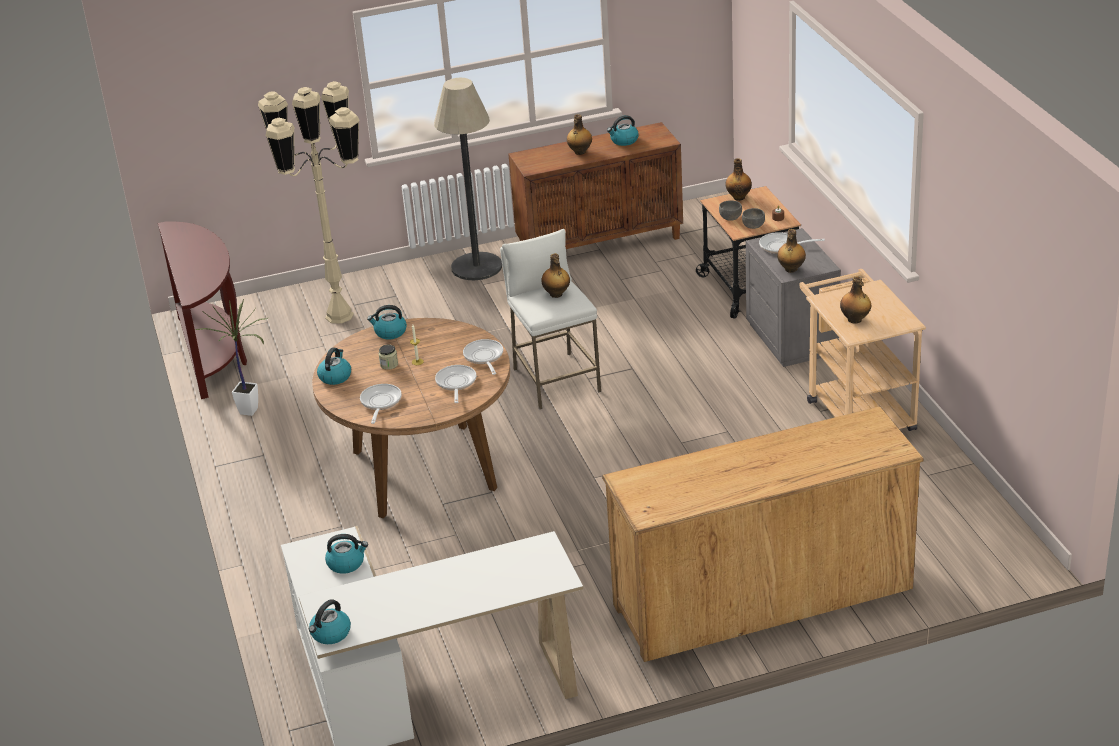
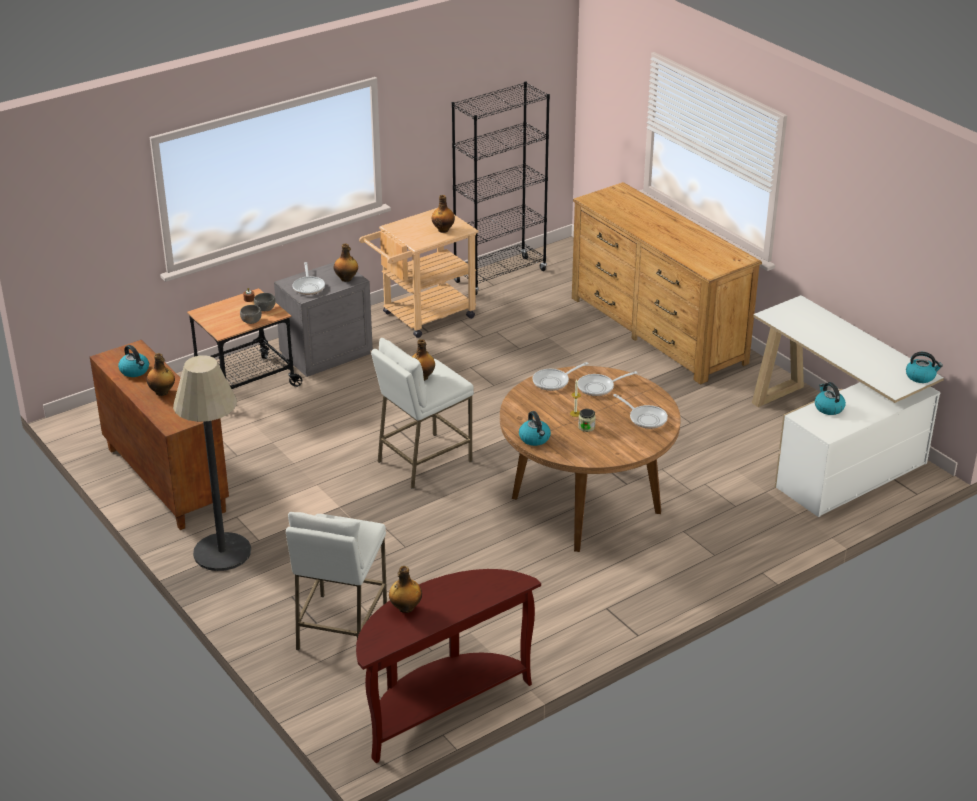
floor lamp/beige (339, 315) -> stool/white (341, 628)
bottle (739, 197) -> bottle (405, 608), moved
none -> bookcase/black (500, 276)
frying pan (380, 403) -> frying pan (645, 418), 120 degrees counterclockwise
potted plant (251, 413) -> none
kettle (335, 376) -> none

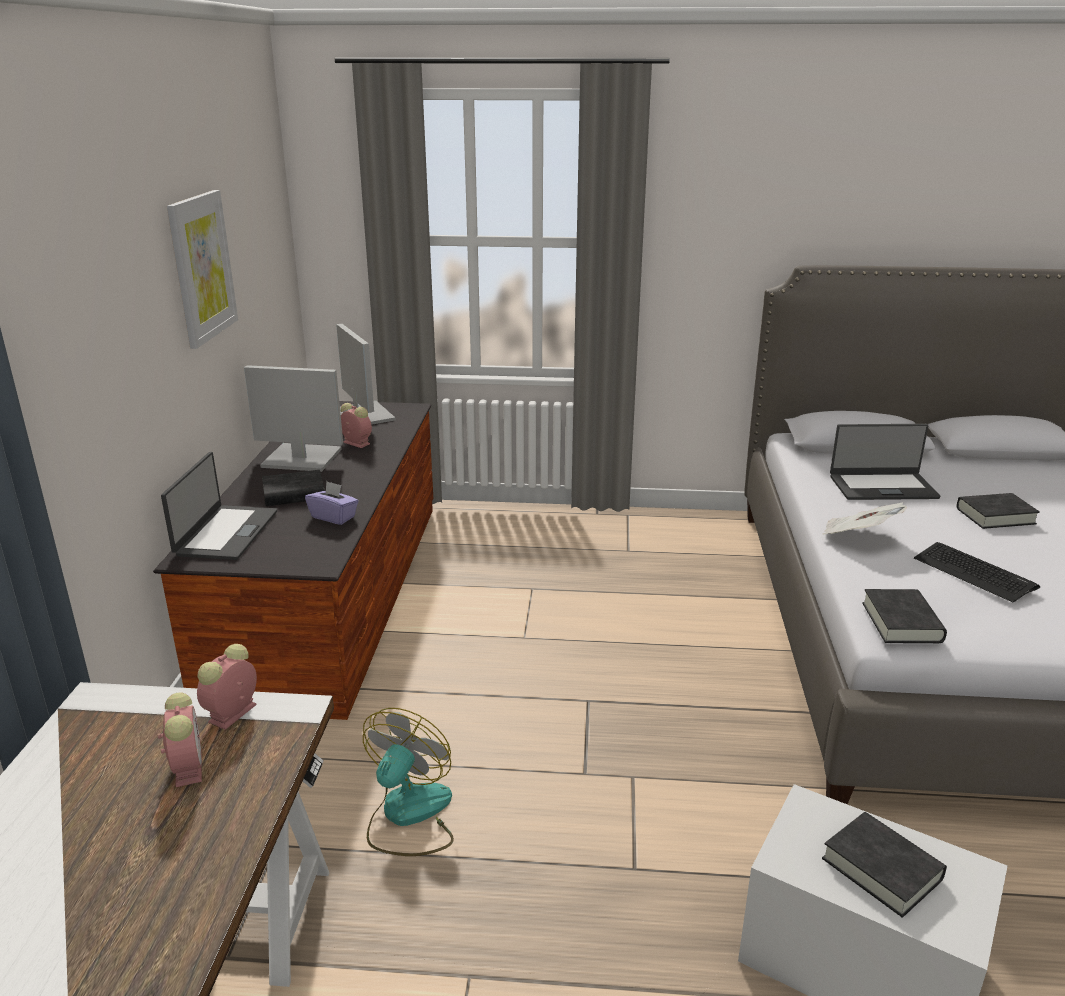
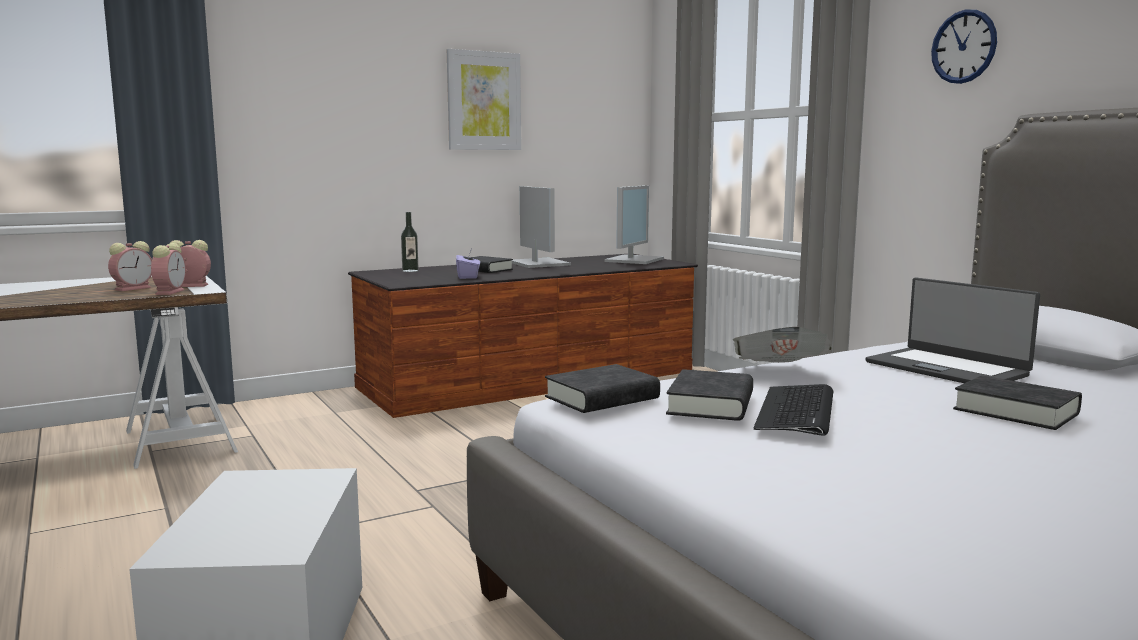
alarm clock (355, 443) -> alarm clock (170, 292), moved
laptop (225, 533) -> bottle (410, 270)
book/black (881, 869) -> book/black (711, 404), moved
none -> wall clock (964, 47)
fan (408, 816) -> none

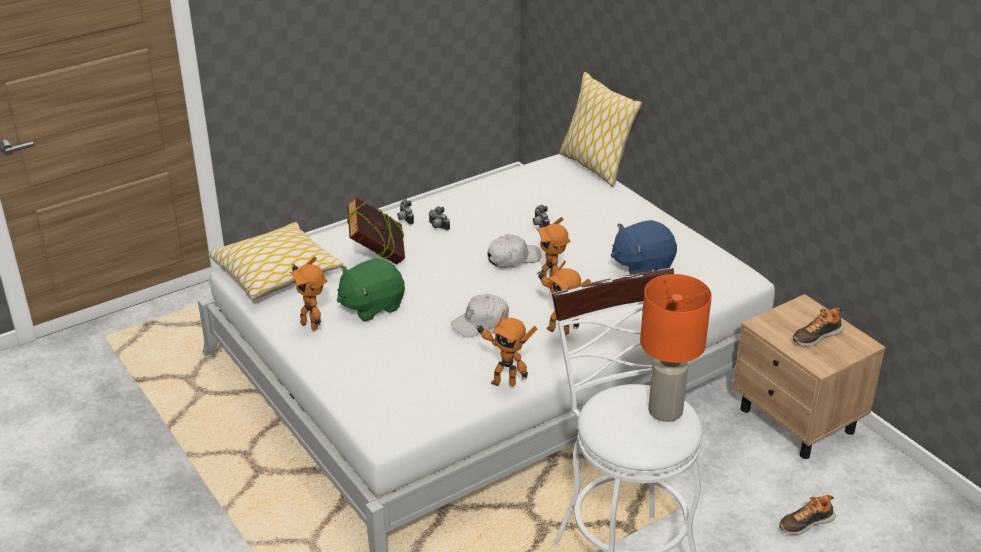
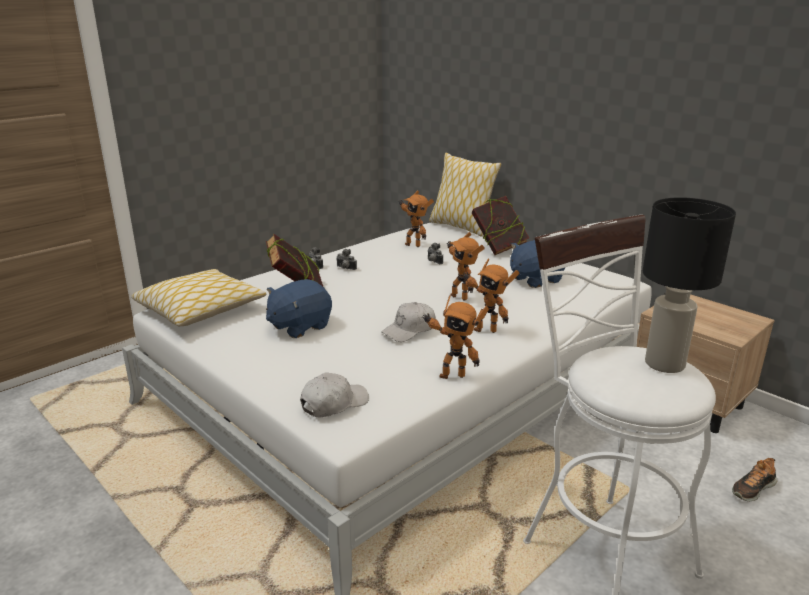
plush toy/green (371, 306) -> plush toy/blue (299, 326)
cap/white (513, 258) -> cap/white (334, 403), moved
toy robot (311, 324) -> toy robot (413, 245), moved
none -> book (498, 249)
table lamp/orange (666, 411) -> table lamp/black (666, 364)
shoe (816, 336) -> none

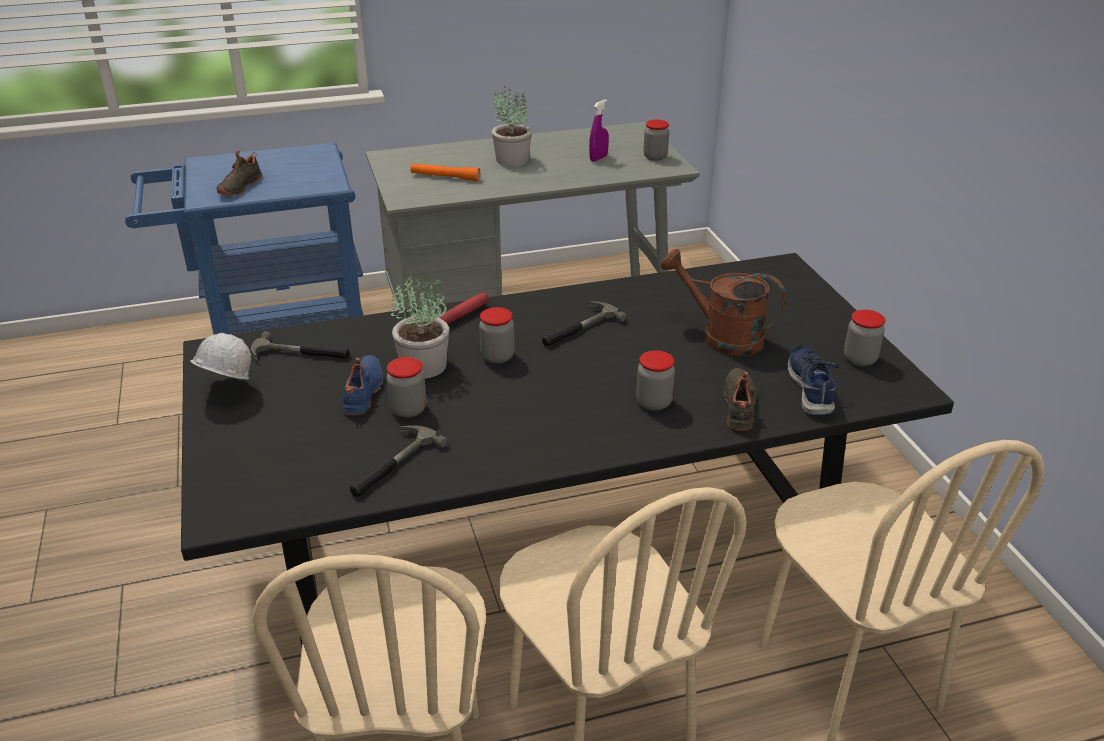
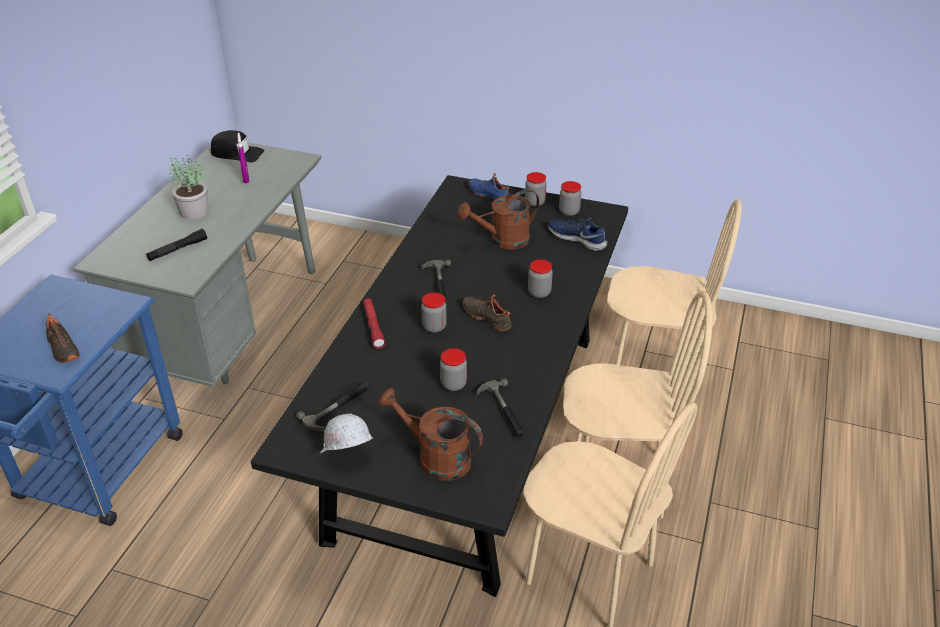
flashlight/orange (445, 177) -> flashlight/black (177, 250)
none -> cap/black (237, 153)
none -> watering can/brown (435, 458)
shoe/black (740, 406) -> shoe/black (488, 317), moved
shoe/blue (365, 392) -> shoe/blue (490, 194), moved
jar (655, 157) -> jar (535, 202), moved
potted plant (424, 365) -> none

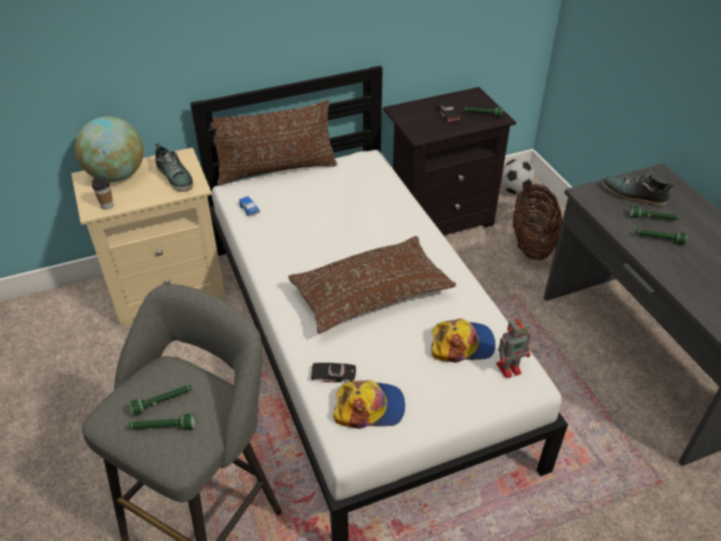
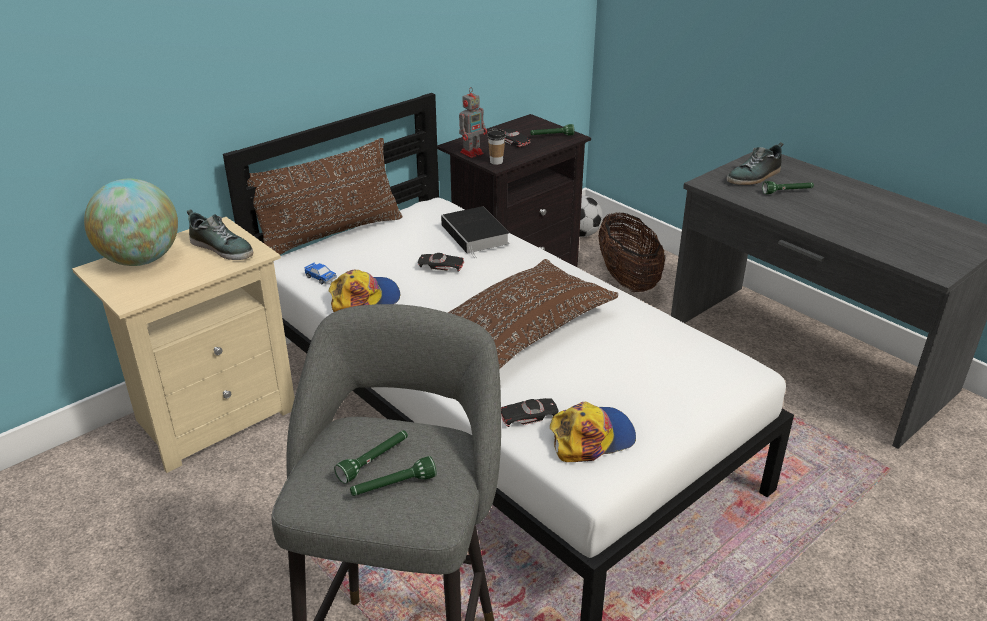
cap (462, 344) -> cap (364, 299), moved
none -> toy car/black (441, 265)
none -> book (476, 235)
toy robot (509, 368) -> toy robot (472, 152), moved
cup (107, 206) -> cup (496, 162), moved
shoe (633, 195) -> shoe (754, 176), 45 degrees counterclockwise
flashlight/green (659, 239) -> none

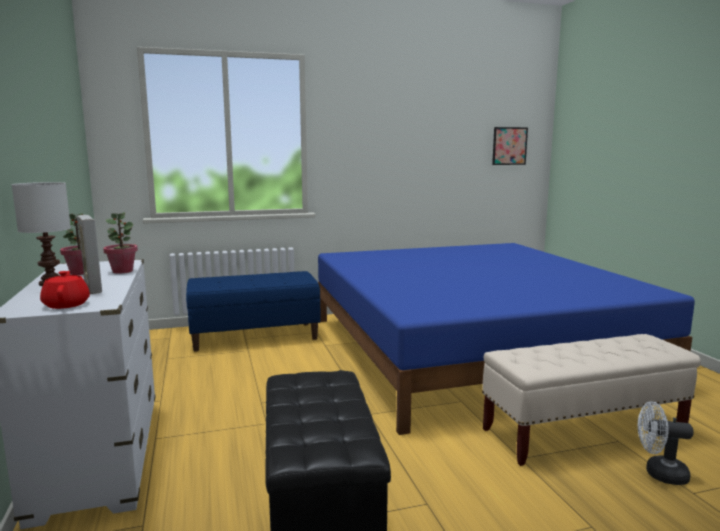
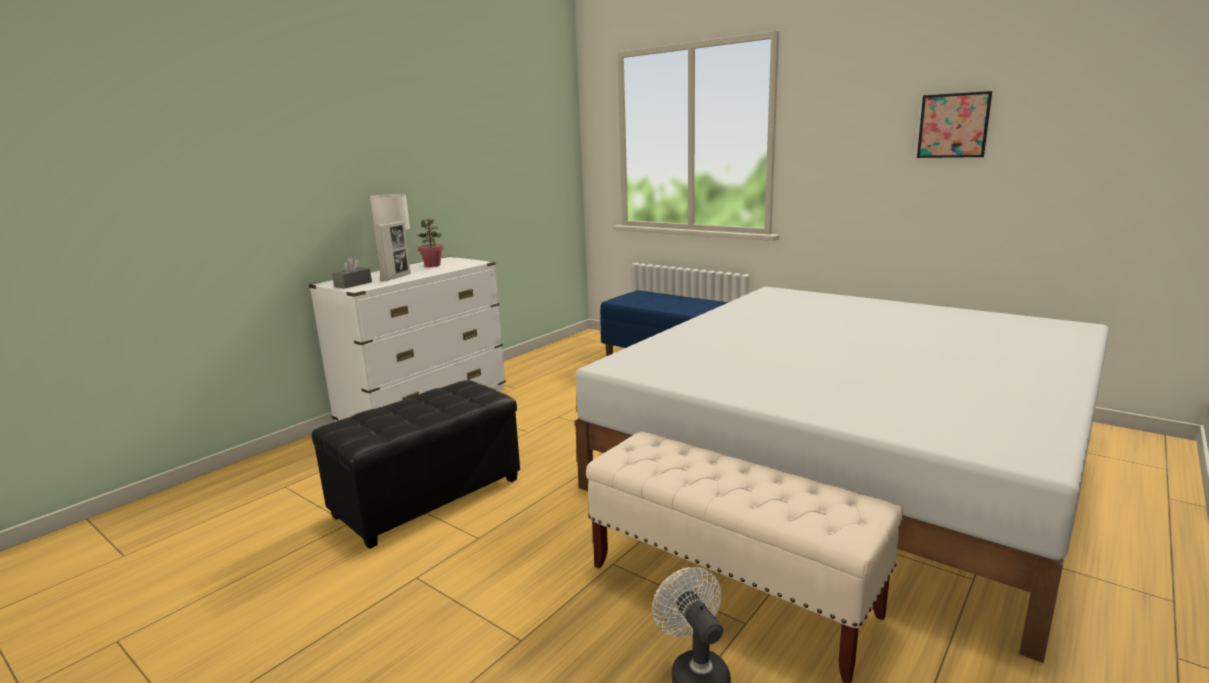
teapot/red (67, 304) -> tissue box/grey (353, 284)
bed/blue (471, 350) -> bed/white (848, 458)
picture (509, 146) -> picture (953, 125), moved
potted plant (122, 271) -> none

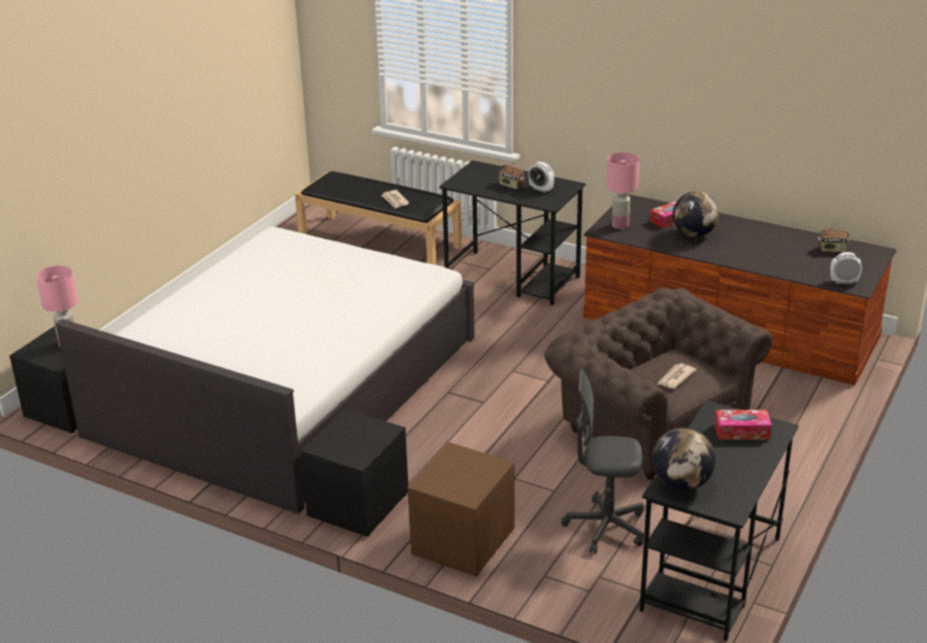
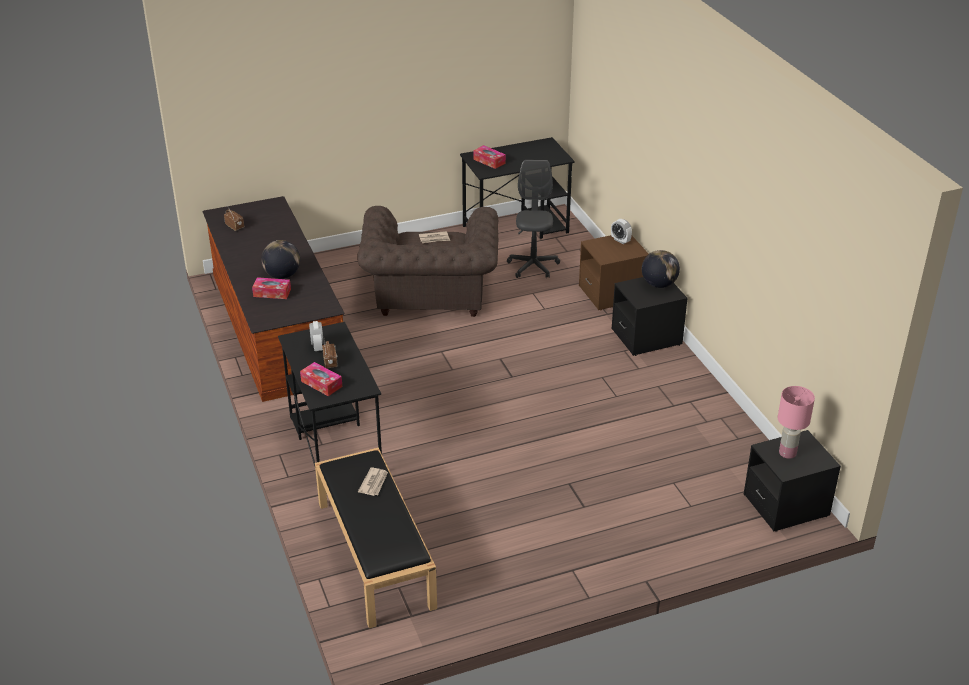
none -> tissue box (321, 384)
office chair/grey (605, 527) -> office chair/grey (533, 266), 135 degrees counterclockwise
alarm clock (844, 282) -> alarm clock (620, 240), moved
globe (681, 484) -> globe (659, 284), moved
bed/white (285, 385) -> none
table lamp/pink (620, 226) -> none

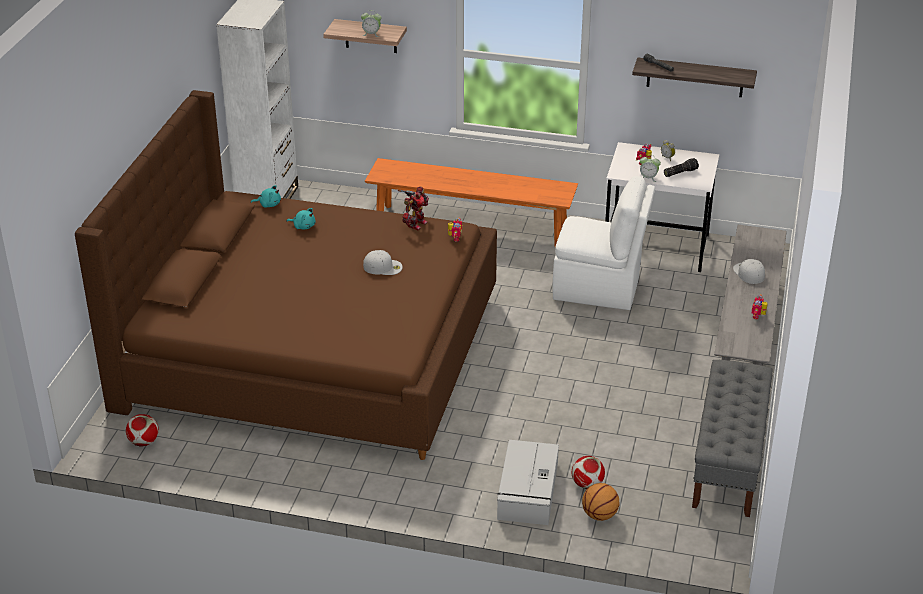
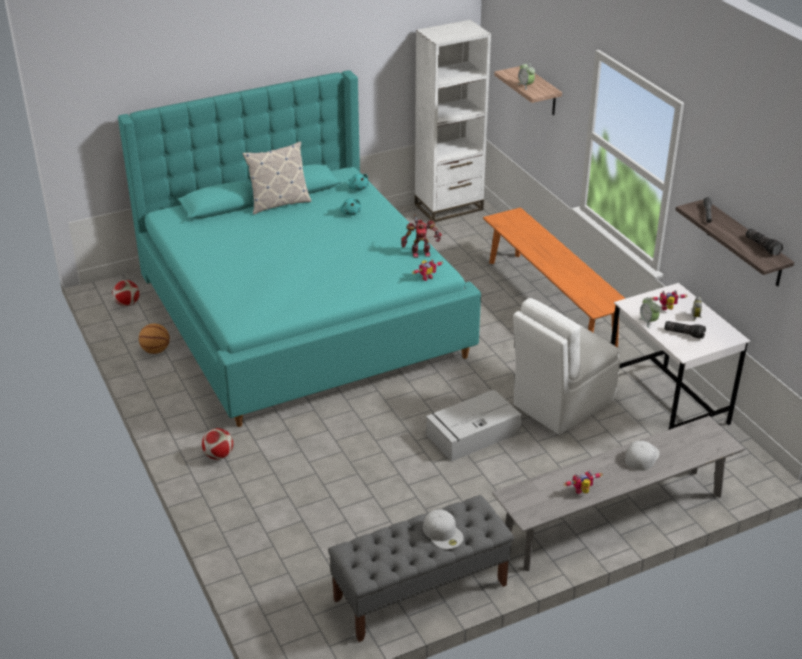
bed/brown (309, 351) -> bed/turquoise (301, 314)
basketball (599, 515) -> basketball (156, 350), moved
football (587, 484) -> football (218, 455), moved
none -> pillow (279, 203)
cap/white (383, 267) -> cap/white (443, 533), moved
storage box/grey (527, 492) -> storage box/grey (472, 434), moved
chair/white (598, 289) -> chair/white (561, 404), 75 degrees clockwise
none -> flashlight (763, 246)

